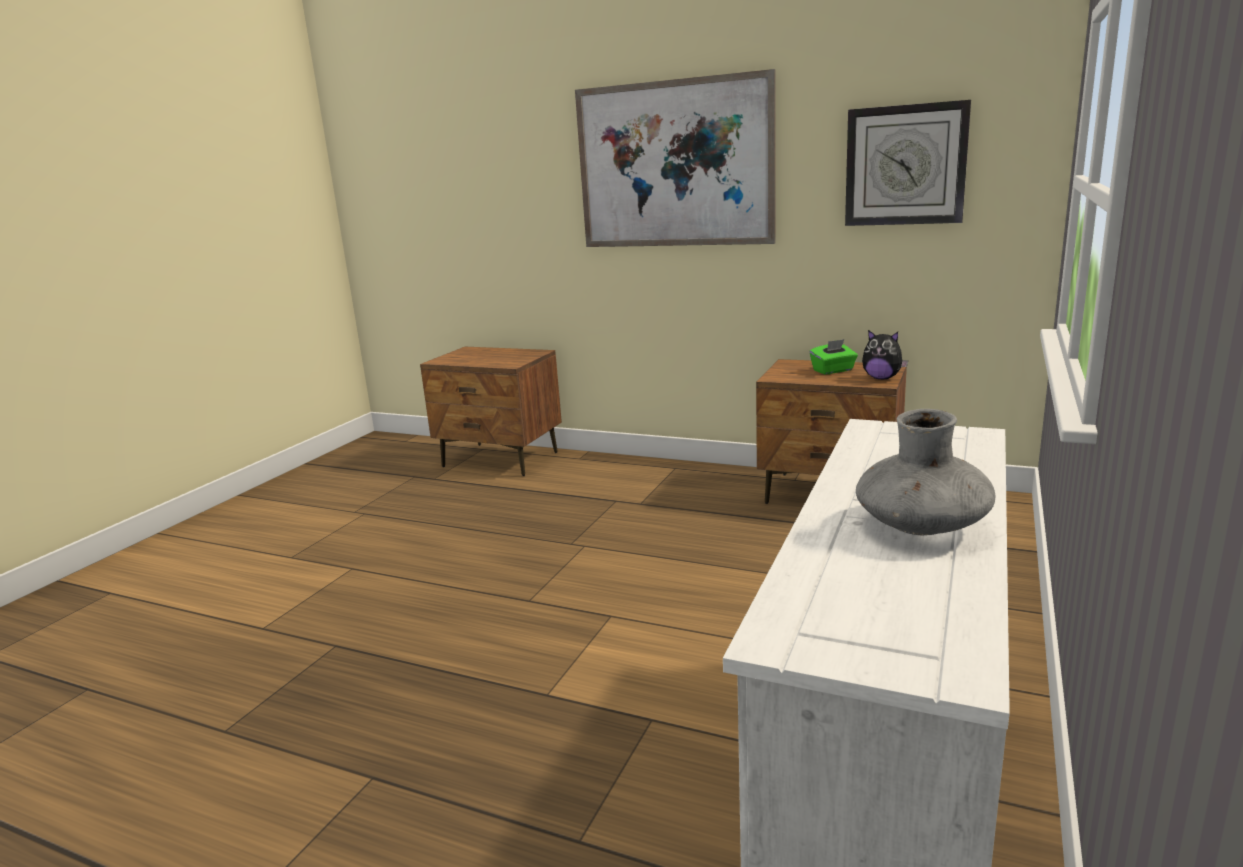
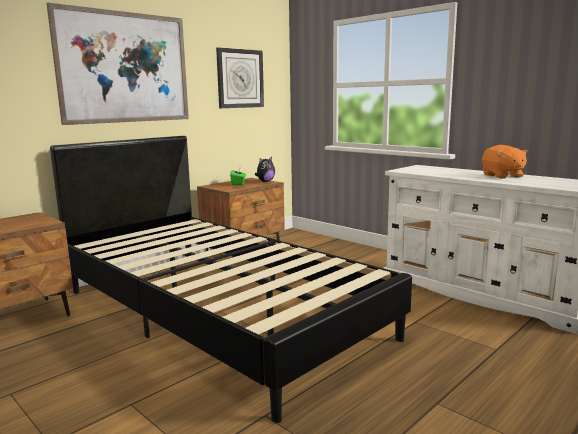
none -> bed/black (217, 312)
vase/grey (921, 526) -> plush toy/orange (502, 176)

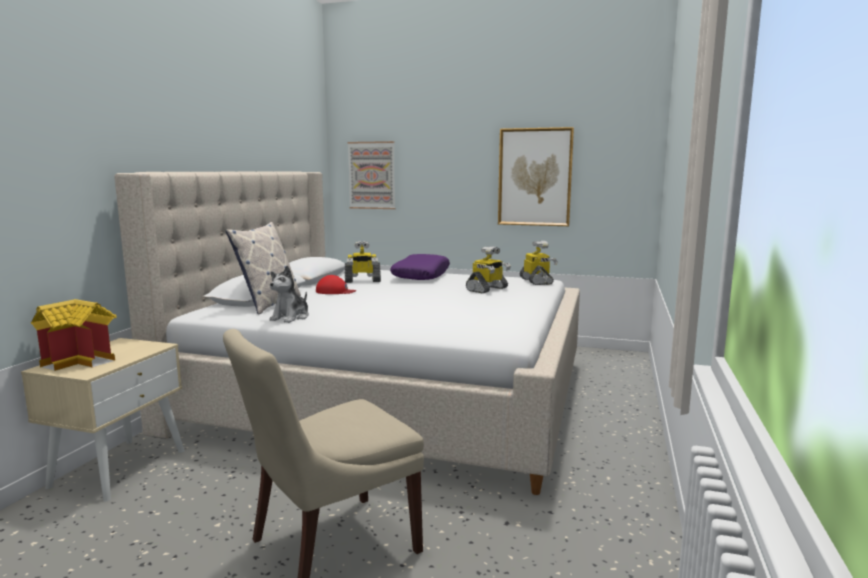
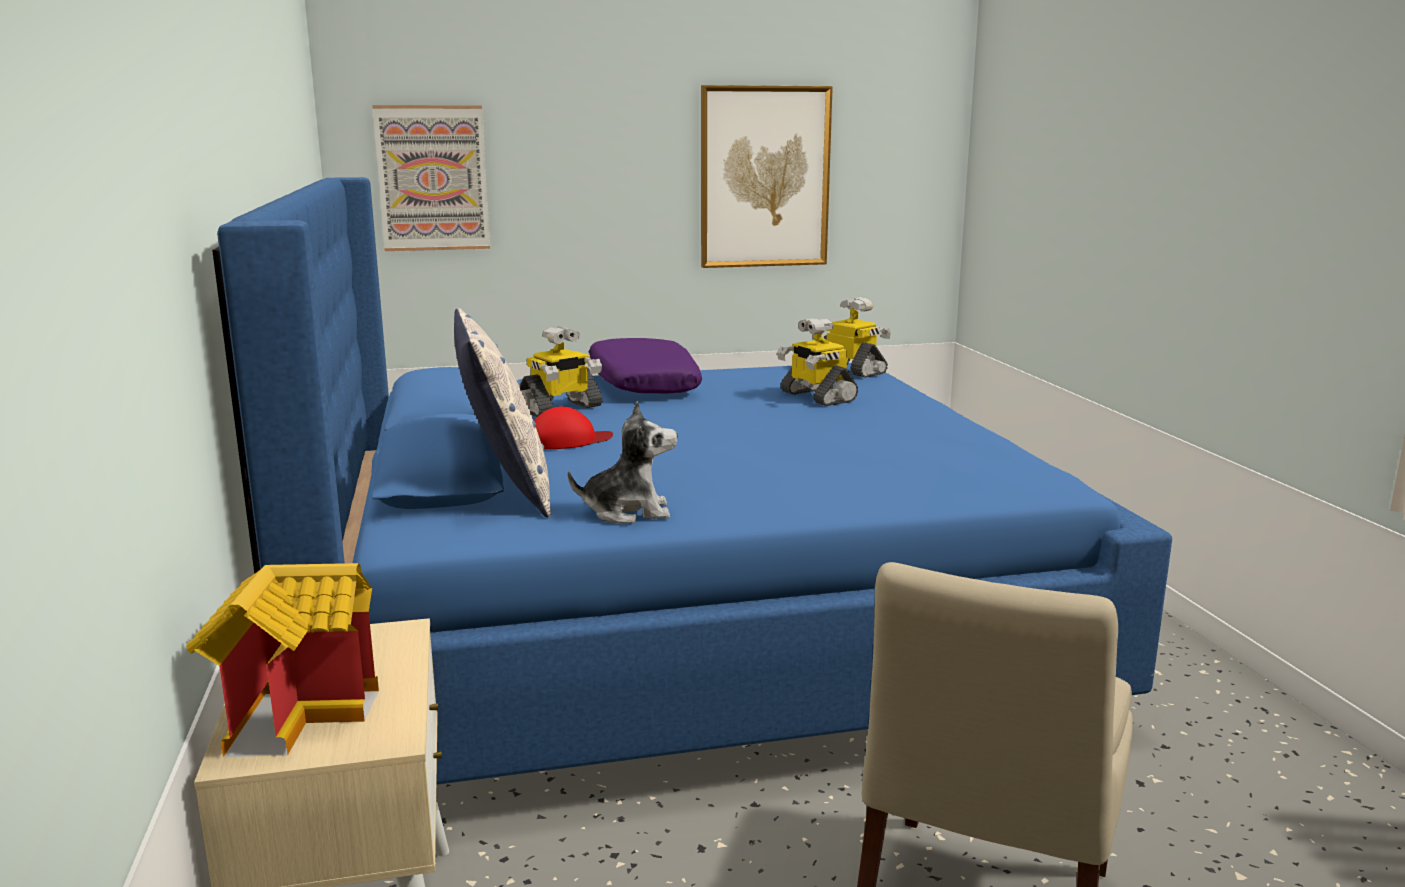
bed/beige (390, 395) -> bed/blue (676, 623)
plush toy (291, 317) -> plush toy (628, 512), 90 degrees counterclockwise
toy robot (487, 289) -> toy robot (816, 397), 135 degrees clockwise

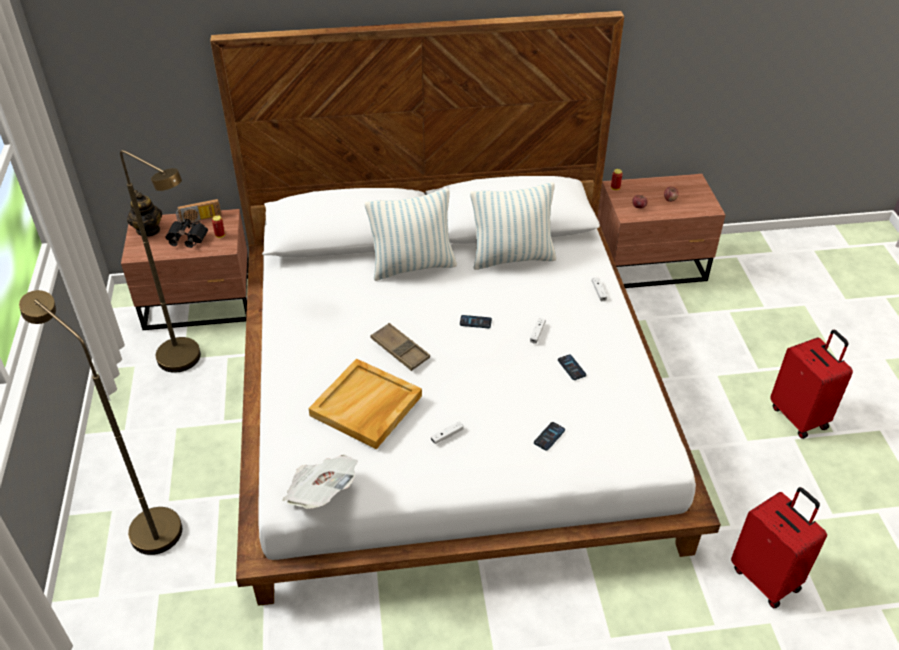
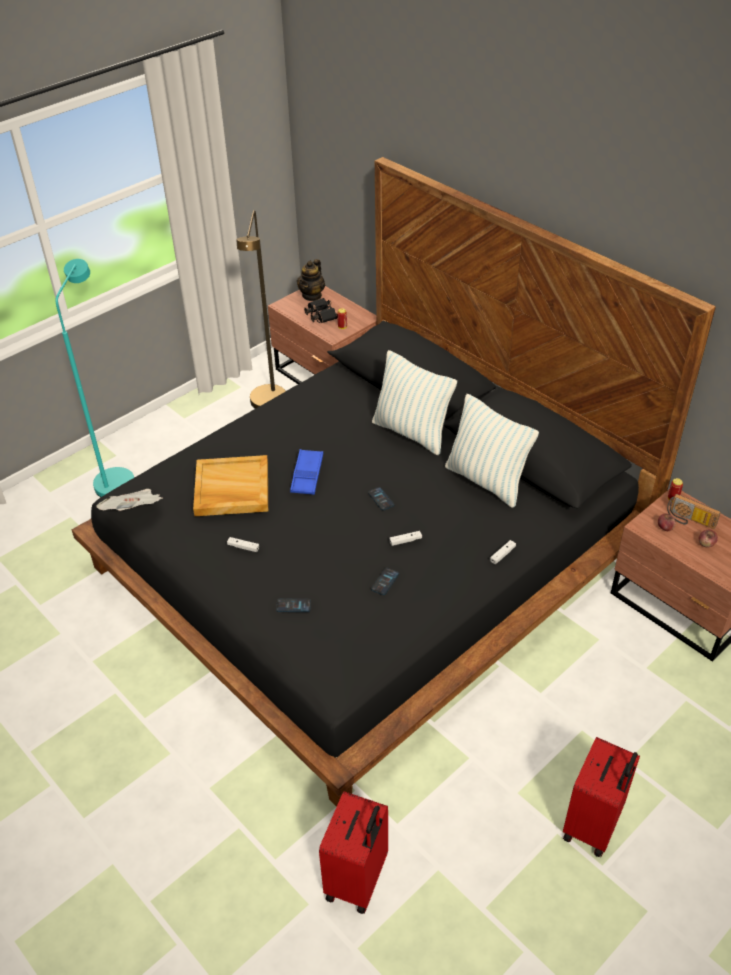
floor lamp/brown (146, 525) -> floor lamp/turquoise (116, 477)
bed/white (449, 398) -> bed/black (367, 559)
tray/brown (400, 350) -> tray/blue (307, 475)
radio (200, 221) -> radio (689, 520), moved

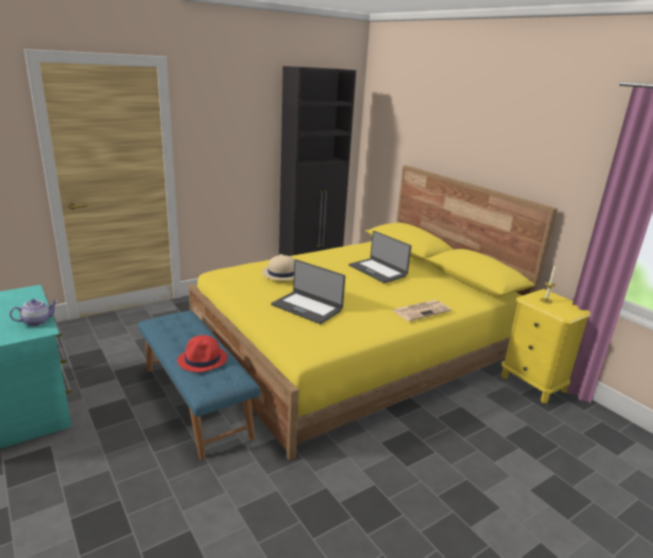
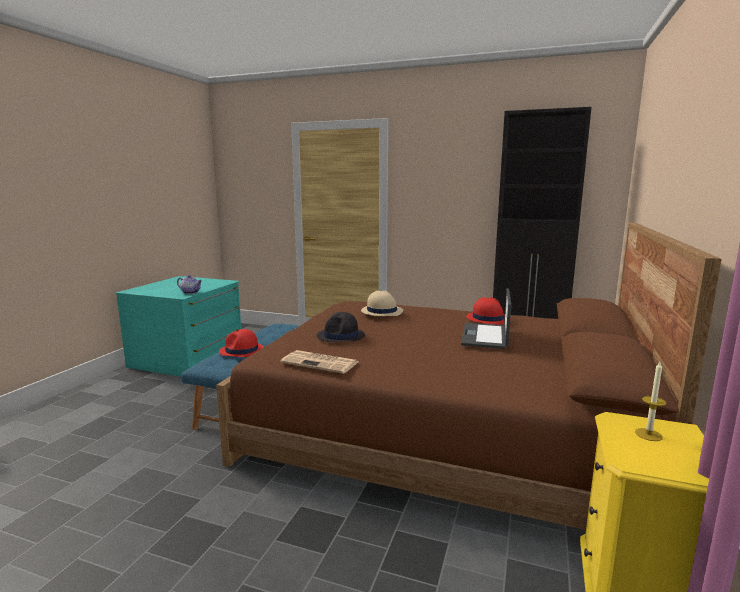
bed/yellow (356, 350) -> bed/brown (443, 430)
newspaper (421, 310) -> newspaper (321, 362), moved
laptop (307, 307) -> hat/black (341, 336)
none -> hat/red (487, 318)

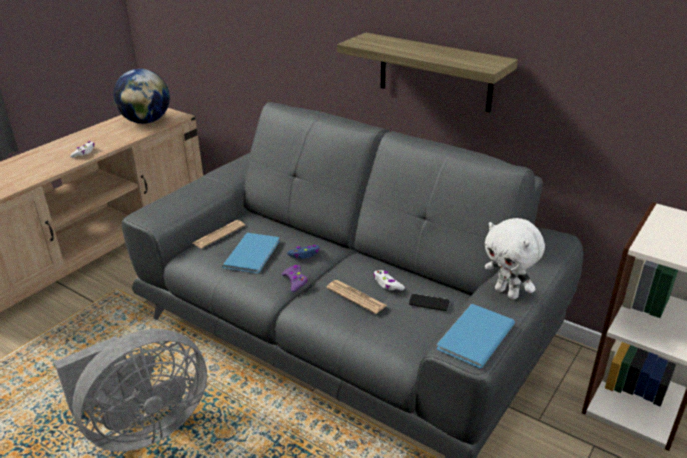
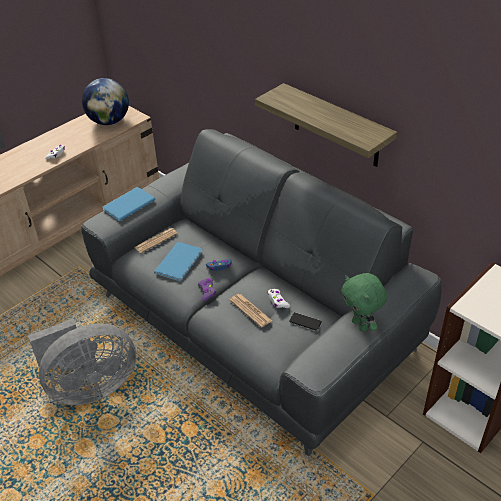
book/blue (472, 337) -> book/blue (127, 205), moved
plush toy/white (507, 293) -> plush toy/green (361, 325)

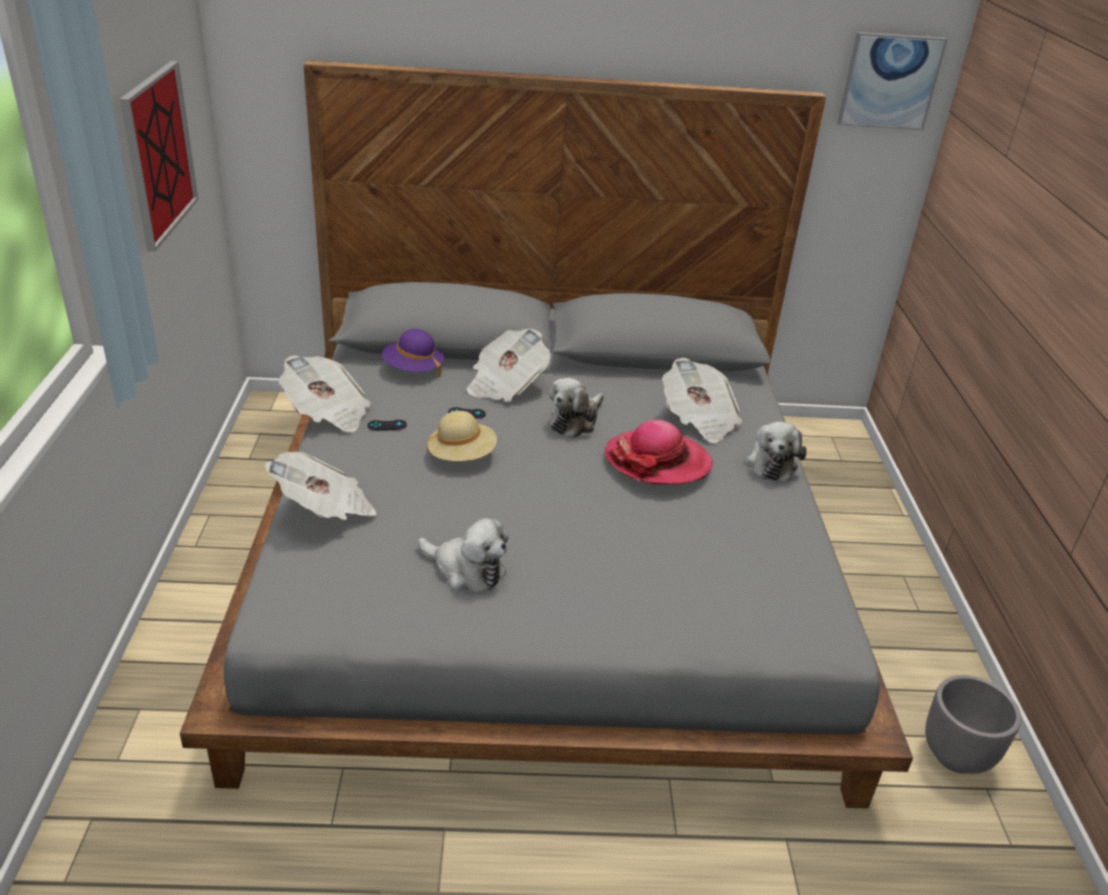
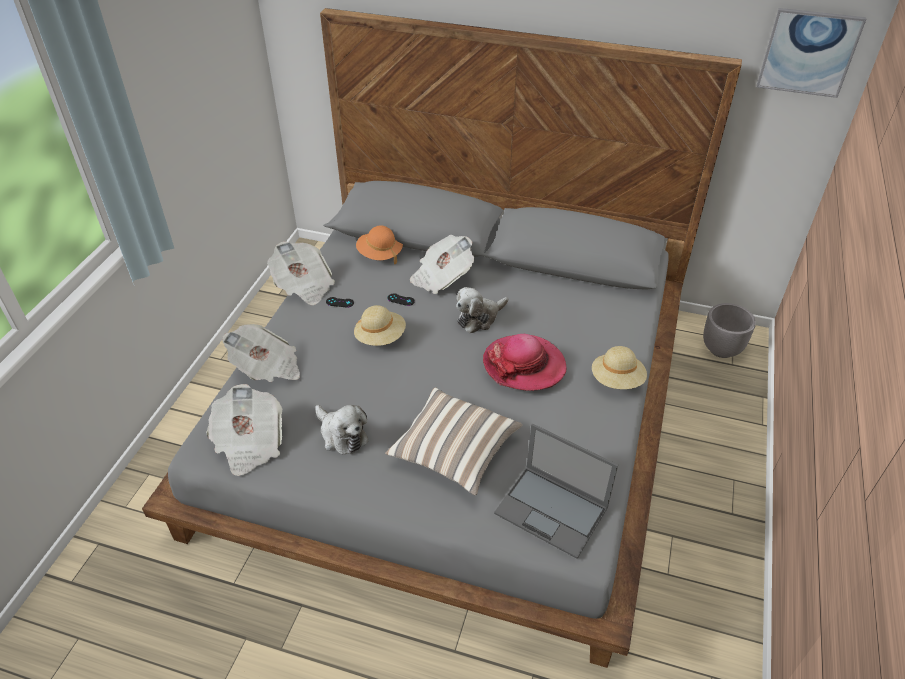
newspaper (699, 420) -> newspaper (249, 443), moved
hat/purple (413, 369) -> hat/orange (380, 254)
none -> pillow (454, 451)
none -> laptop (552, 511)
plush toy (771, 463) -> hat/beige (617, 380)
planter/grey (955, 755) -> planter/grey (721, 349), moved
picture (159, 154) -> none

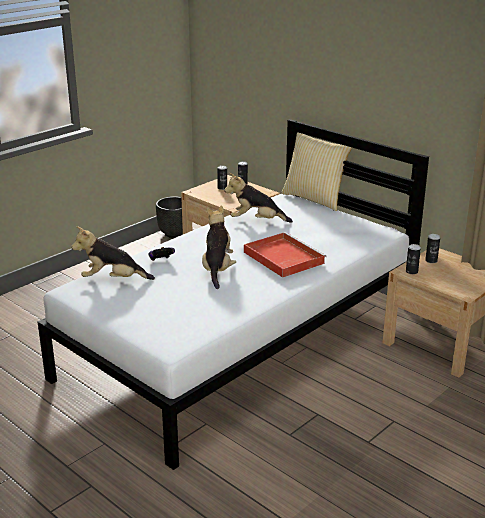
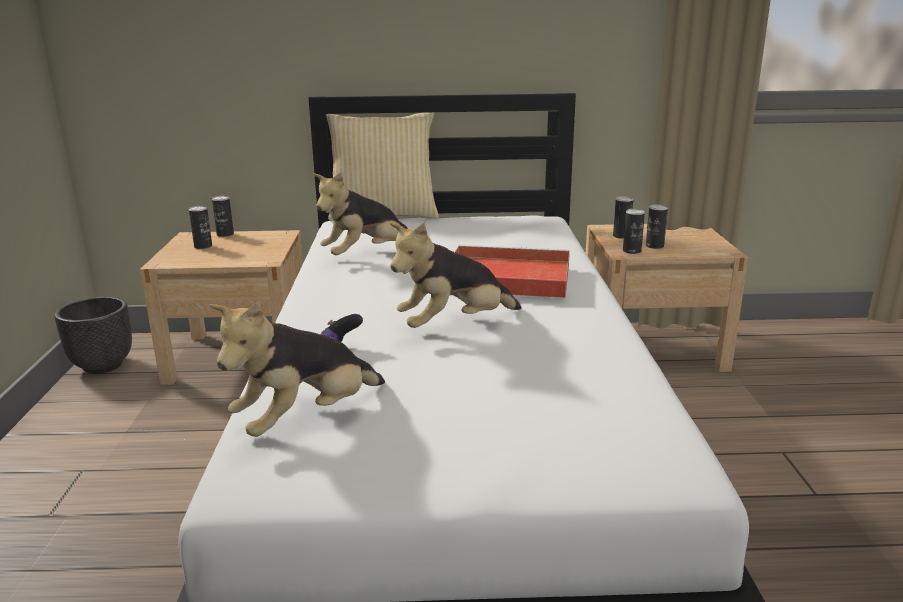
plush toy (217, 269) -> plush toy (454, 325), 75 degrees counterclockwise
none -> can (654, 246)

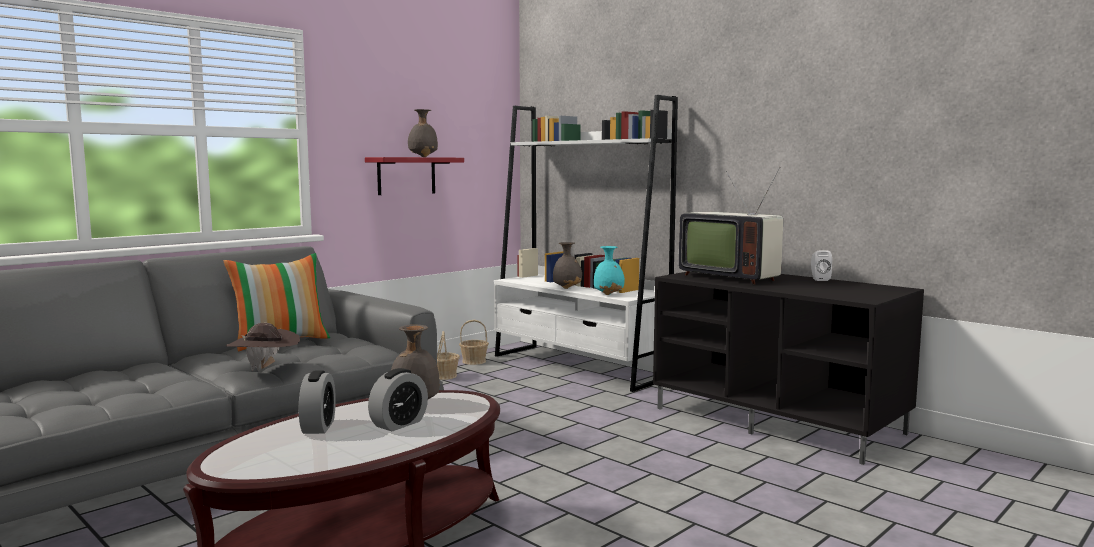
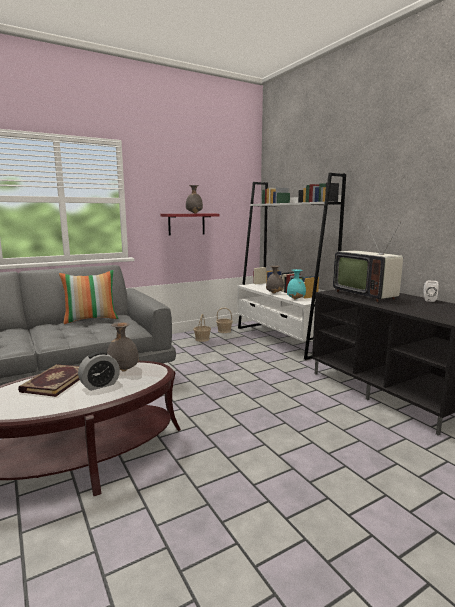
alarm clock (318, 427) -> book (55, 382)
hat/brown (265, 369) -> none

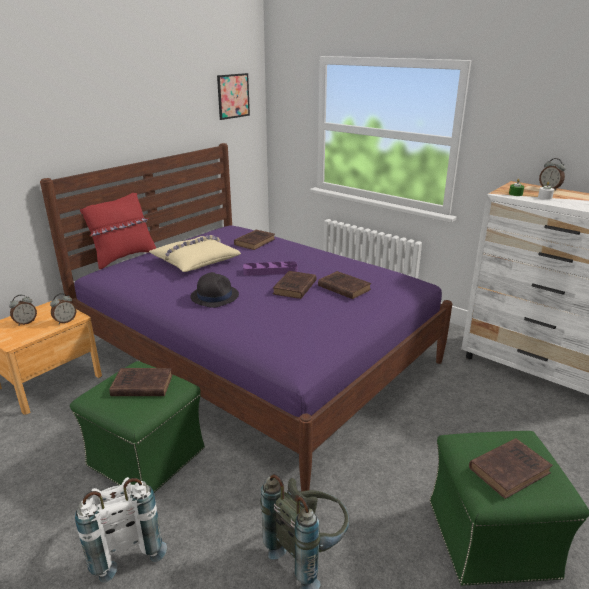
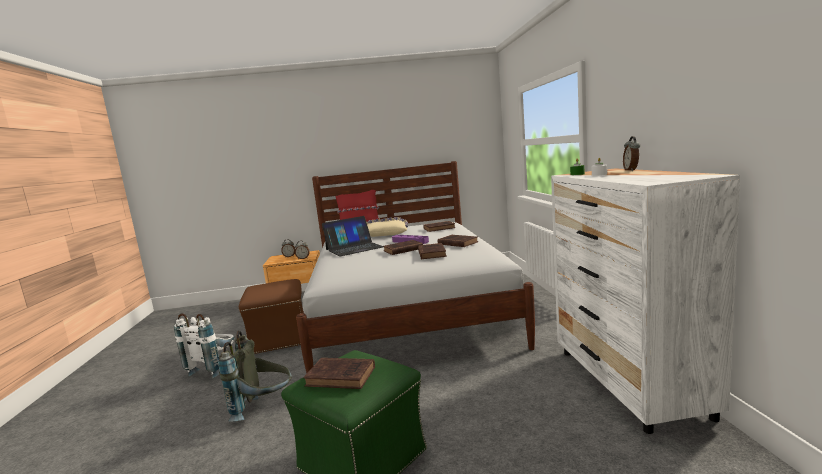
ottoman/green (145, 457) -> ottoman/brown (279, 338)
bed/purple (258, 357) -> bed/white (408, 311)
hat/black (214, 296) -> laptop (354, 248)
book/brown (140, 385) -> book/brown (457, 243), moved
picture (233, 96) -> none

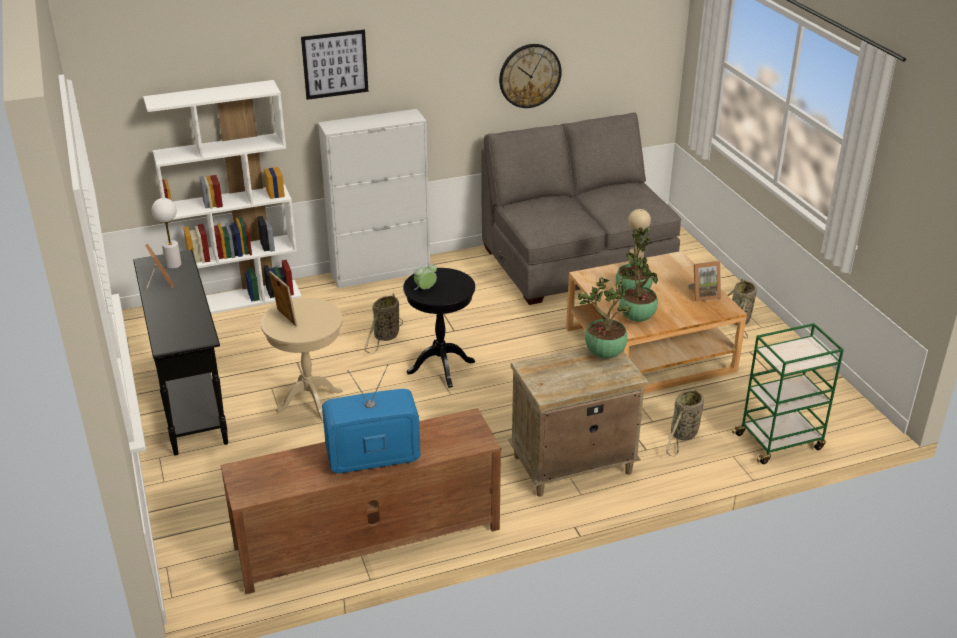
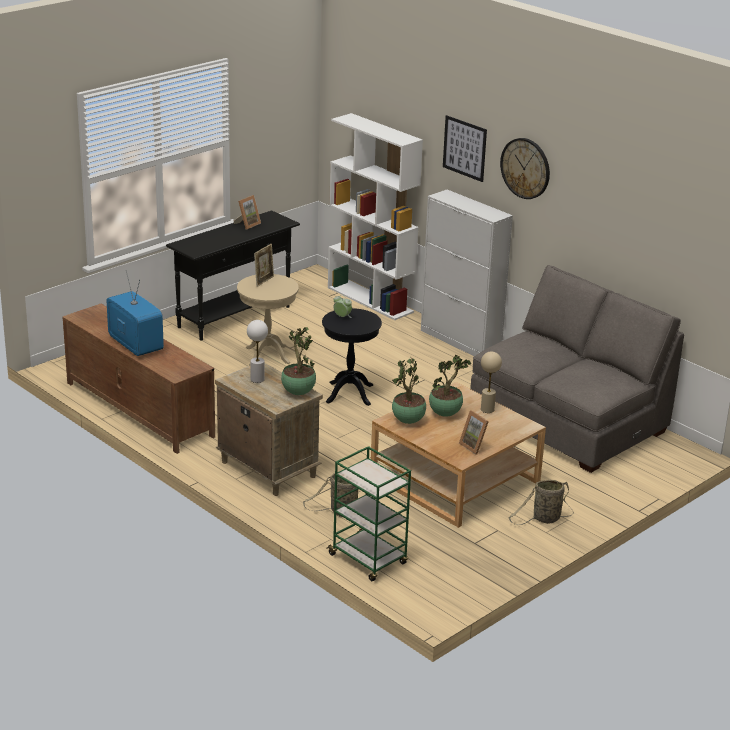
table lamp/white (173, 264) -> table lamp/white (257, 379), moved
wall clock (529, 75) -> wall clock (525, 168), moved
basket (385, 337) -> none

